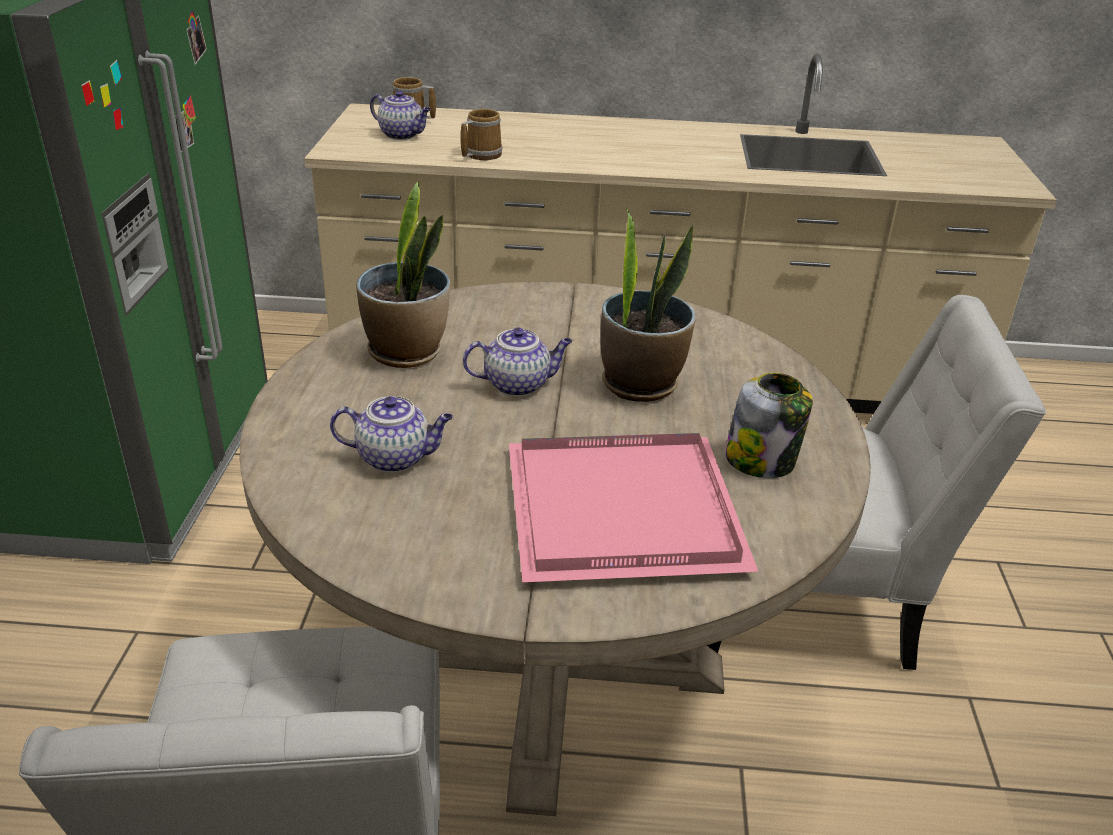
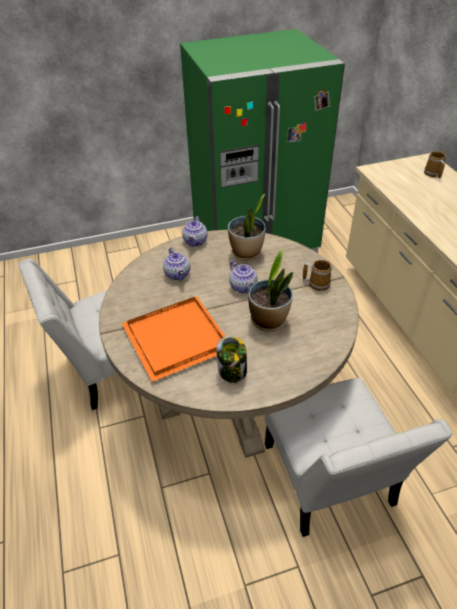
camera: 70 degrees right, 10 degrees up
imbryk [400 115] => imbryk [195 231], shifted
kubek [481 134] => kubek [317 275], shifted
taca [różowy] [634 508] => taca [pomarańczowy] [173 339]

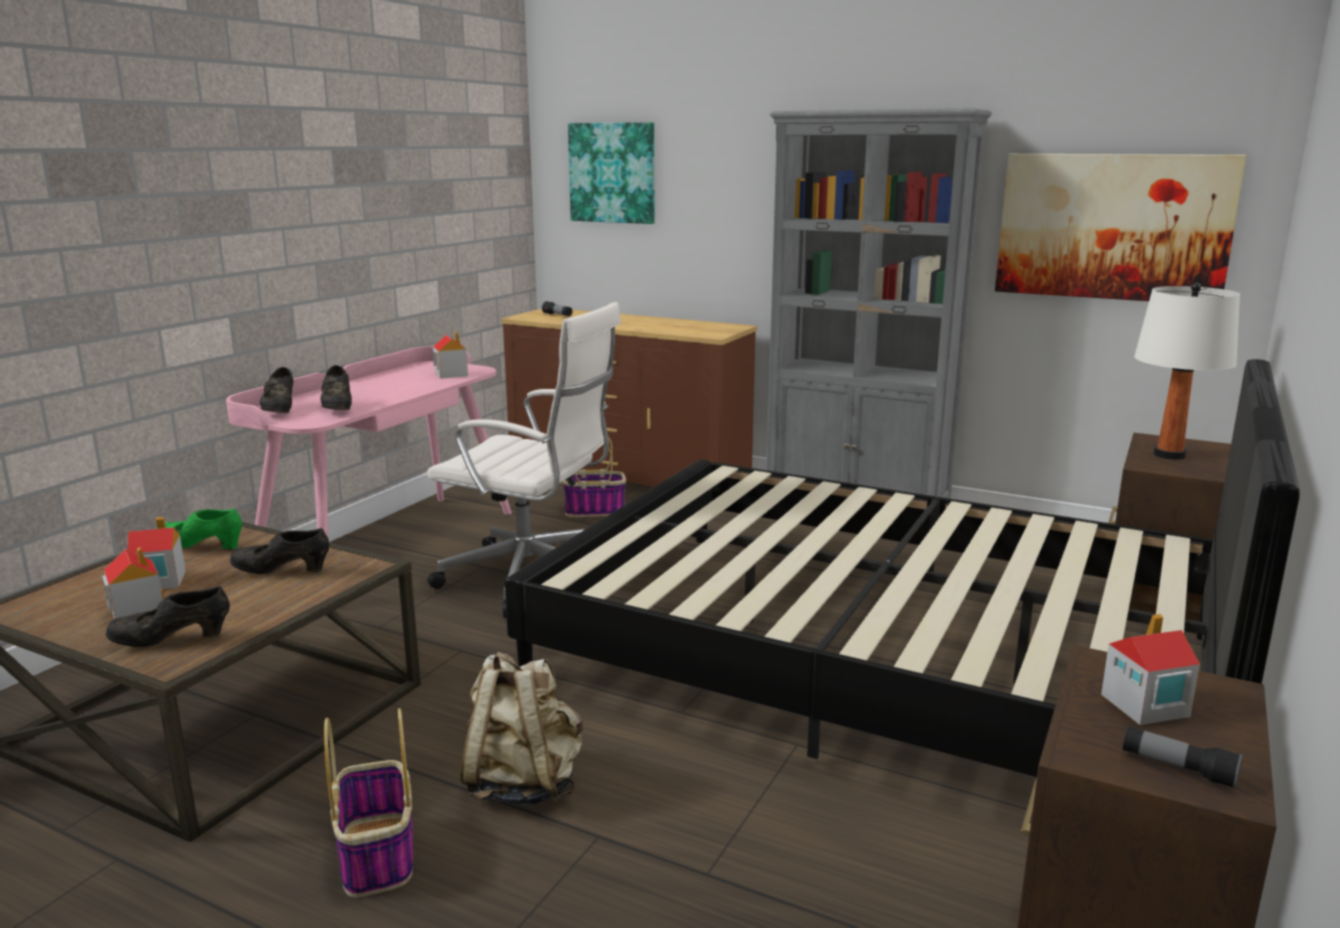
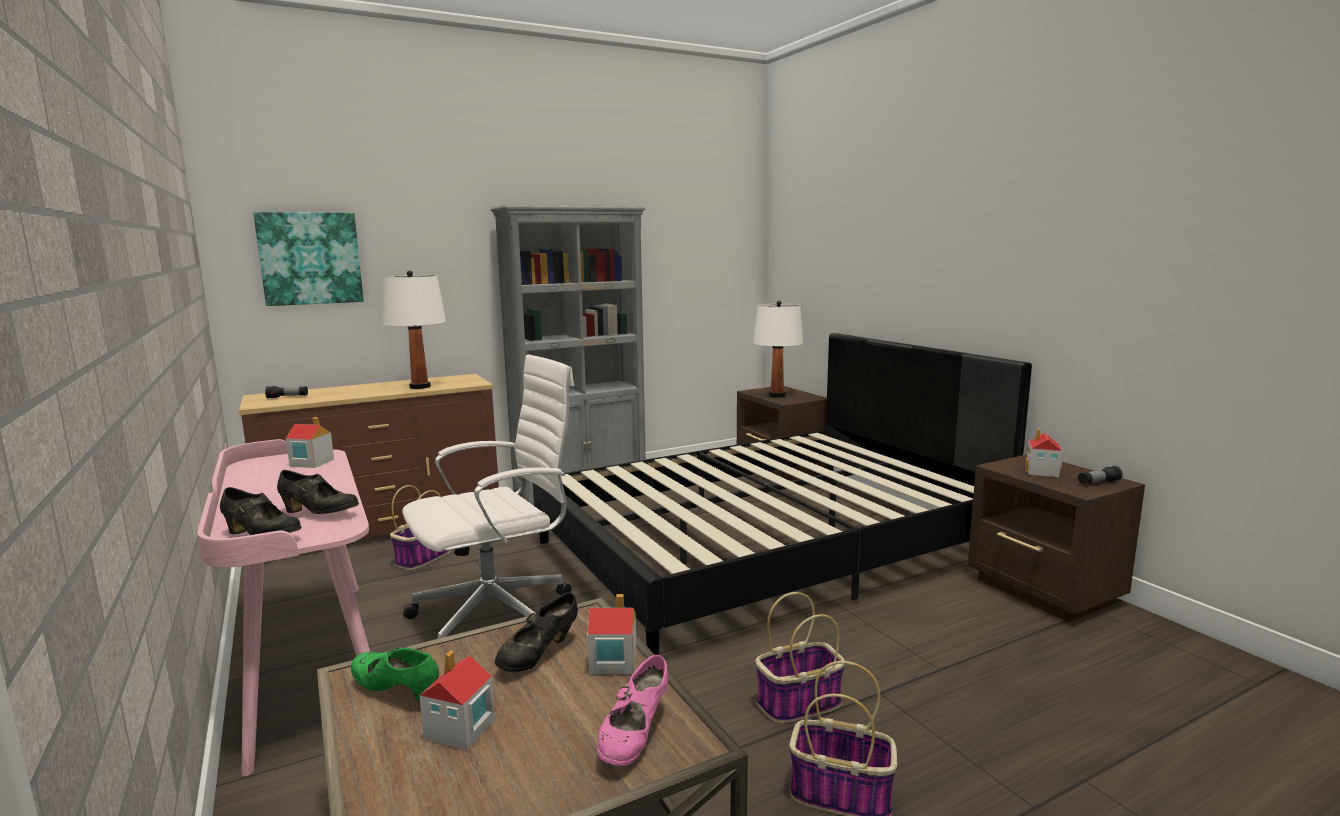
camera: 55 degrees left, 5 degrees down
domek [133 583] => domek [611 634], shifted
but [czarny] [168 616] => but [różowy] [632 710]
but [zielony] [199 529] => but [zielony] [395 674], 75 degrees clockwise
plecak [beżowy] [521 729] => koszyk [800 657]
obraz [1121 227] => nothing
nothing => lampa stołowa [biały] [414 329]

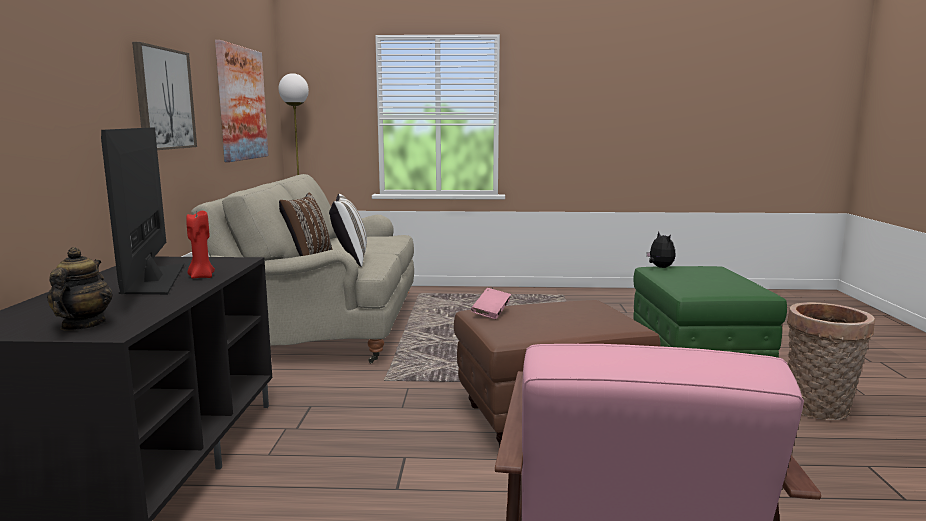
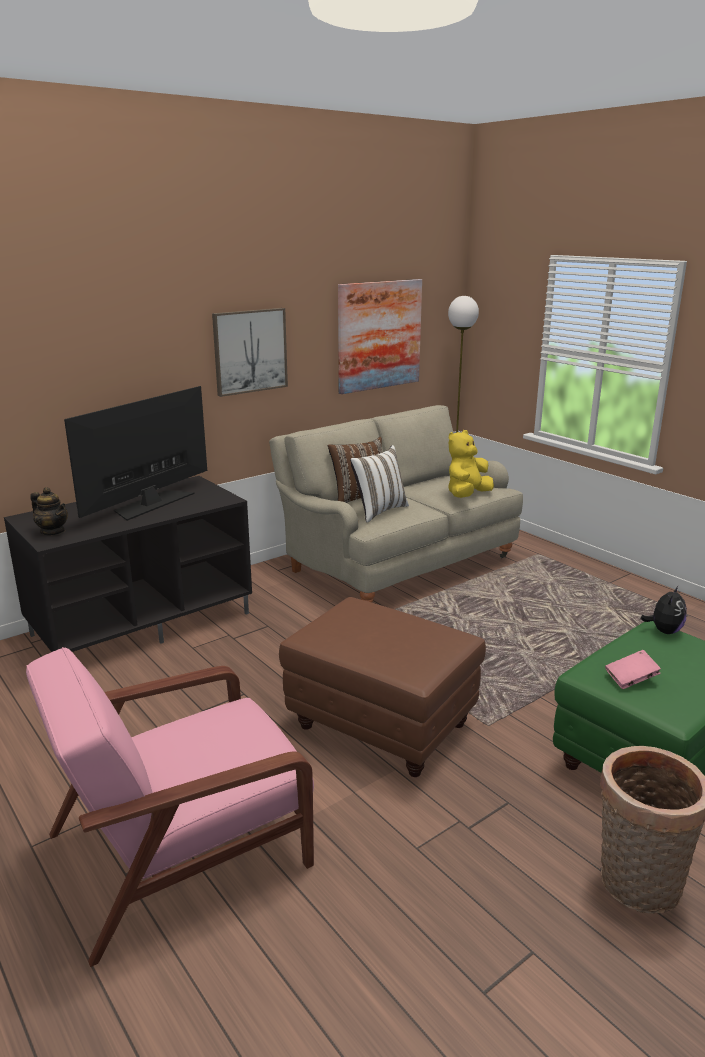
camera: 50 degrees right, 10 degrees up
imbryk [80 289] => imbryk [49 511], 75 degrees clockwise
świeca [czerwony] [200 245] => nothing
książka [różowy] [491 303] => książka [różowy] [633 669], shifted
nothing => pluszak [żółty] [471 464]

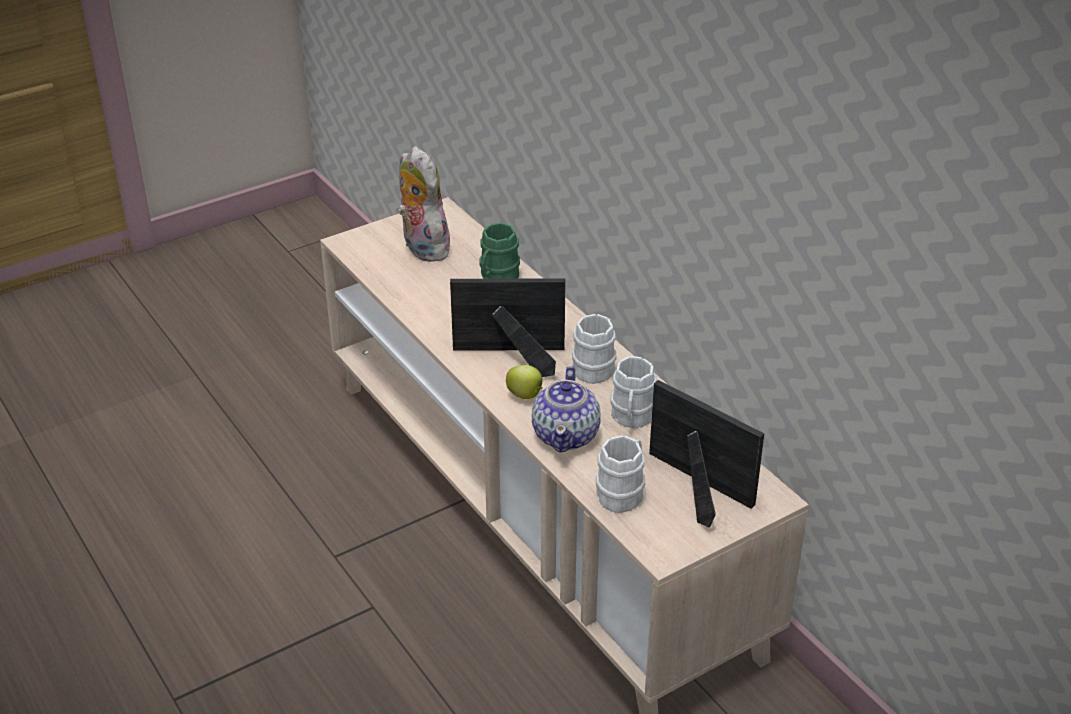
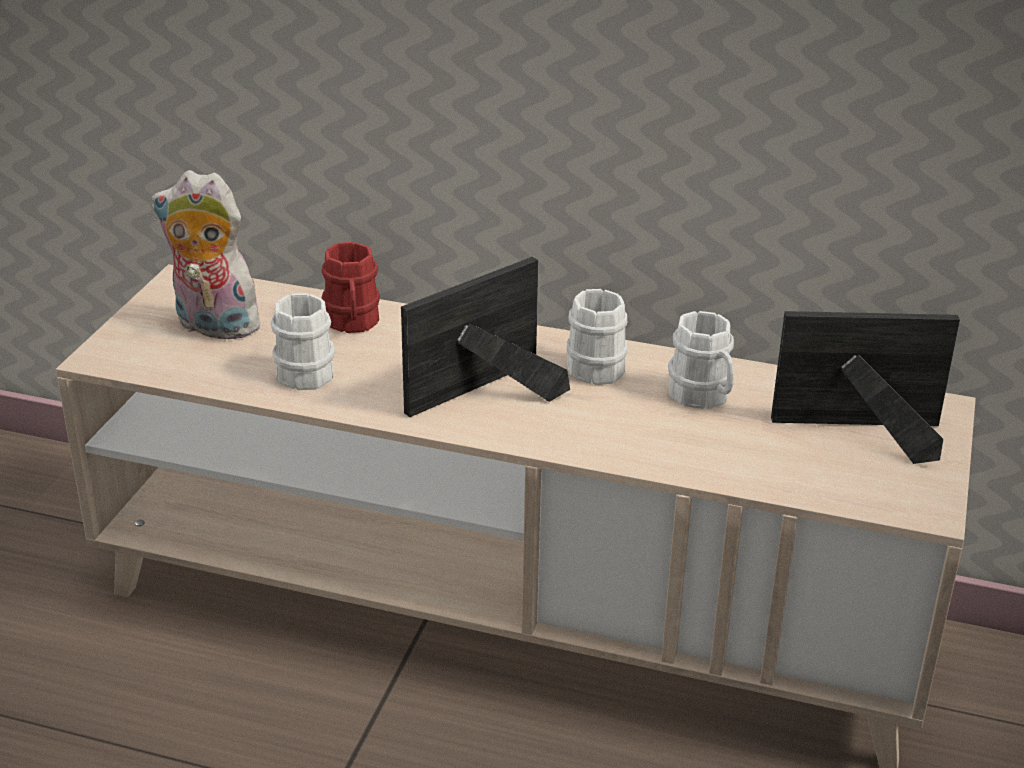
camera: 40 degrees left, 5 degrees down
kubek [zielony] [499 251] => kubek [czerwony] [350 287]
jabłko [524 382] => nothing
imbryk [566 409] => nothing
kubek [biały] [620 474] => kubek [biały] [303 341], shifted

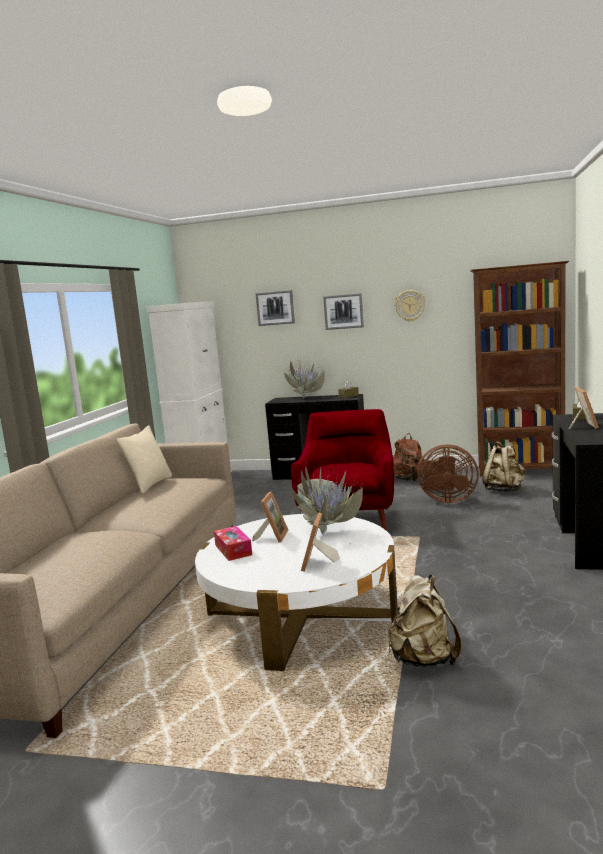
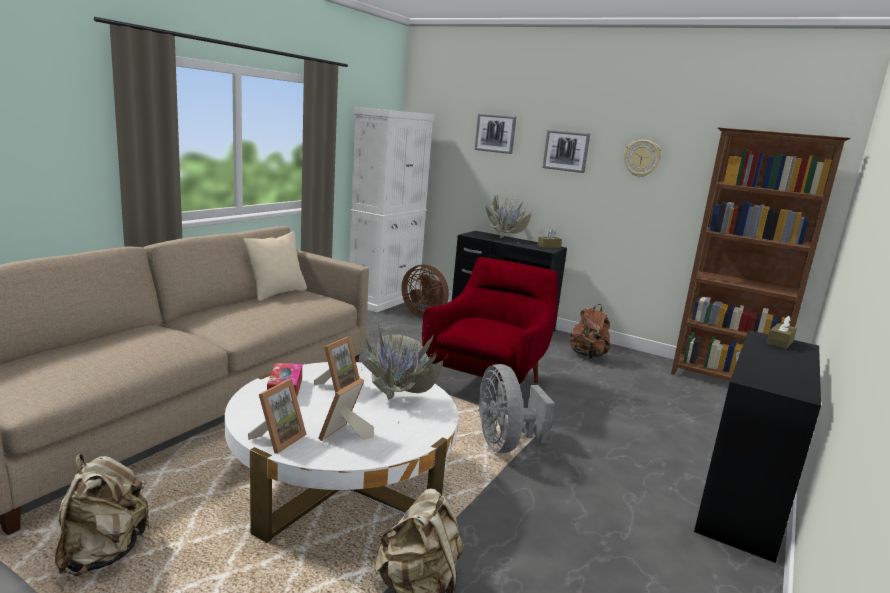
camera: 15 degrees right, 5 degrees up
wentylator [brązowy] [448 473] => wentylator [brązowy] [425 290], shifted
plecak [beżowy] [503 466] => plecak [beżowy] [103 515], shifted
ramka na zdjęcie [584 408] => ramka na zdjęcie [277 416], shifted
nothing => wentylator [szary] [516 408]

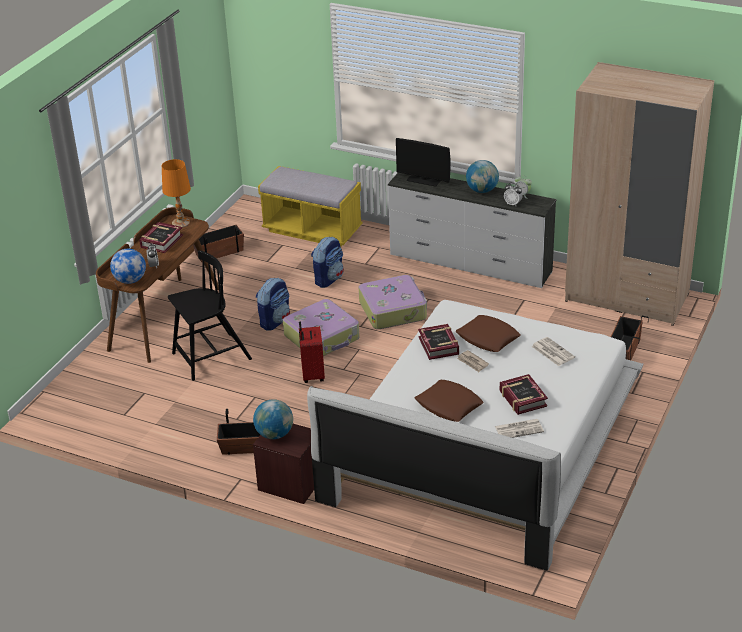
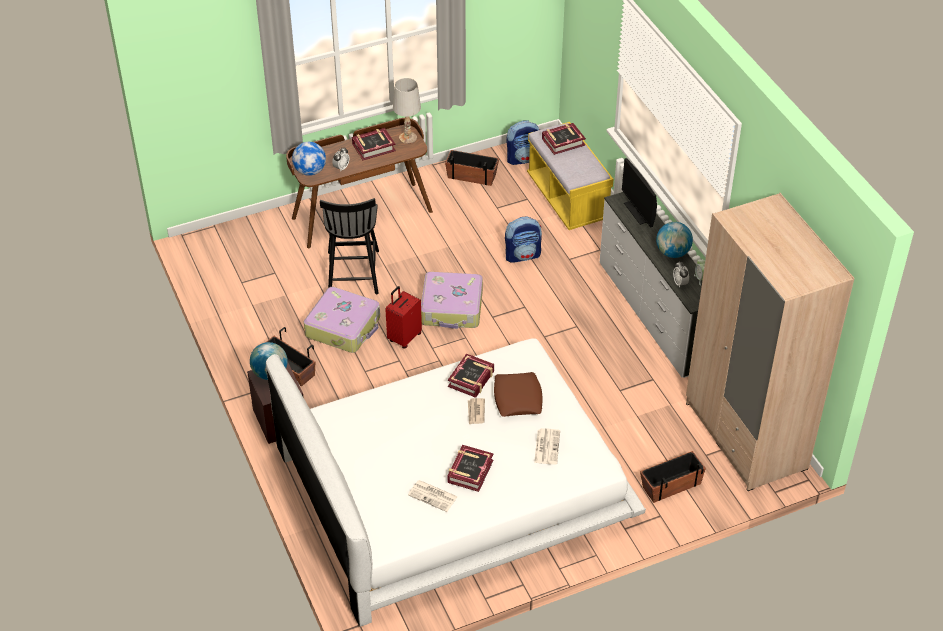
camera: 40 degrees right, 10 degrees up
lampa stołowa [pomarańczowy] [176 193] => lampa stołowa [biały] [407 111]
krzesło [czarny] [210 315] => krzesło [czarny] [349 246], 75 degrees clockwise
plecak [273 304] => plecak [523 143], shifted
walizka [393 302] => walizka [342 320], shifted
poduszka [brązowy] [449 401] => nothing
nothing => książka [564 139]

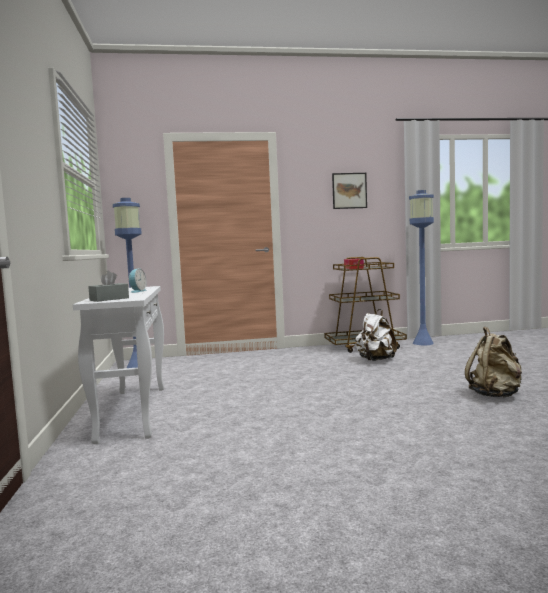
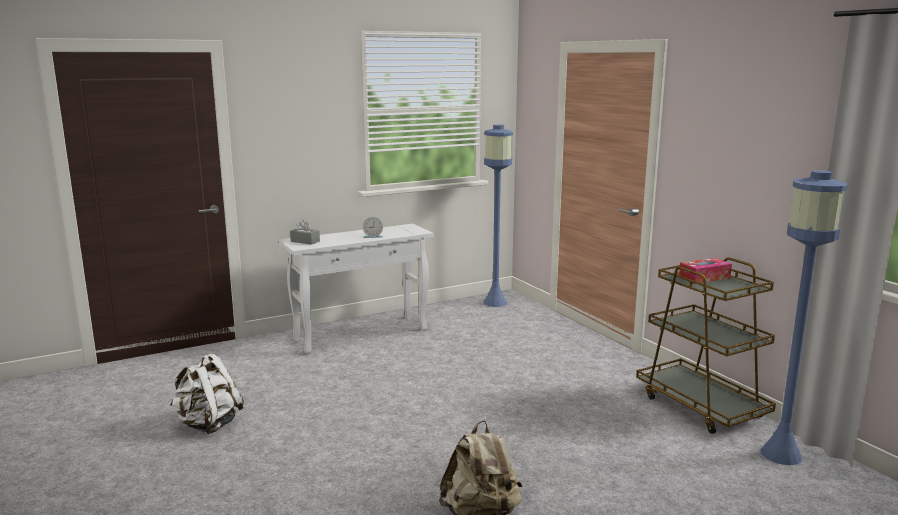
camera: 70 degrees right, 10 degrees up
obraz [349 191] => nothing
plecak [biały] [376 335] => plecak [biały] [207 393], shifted

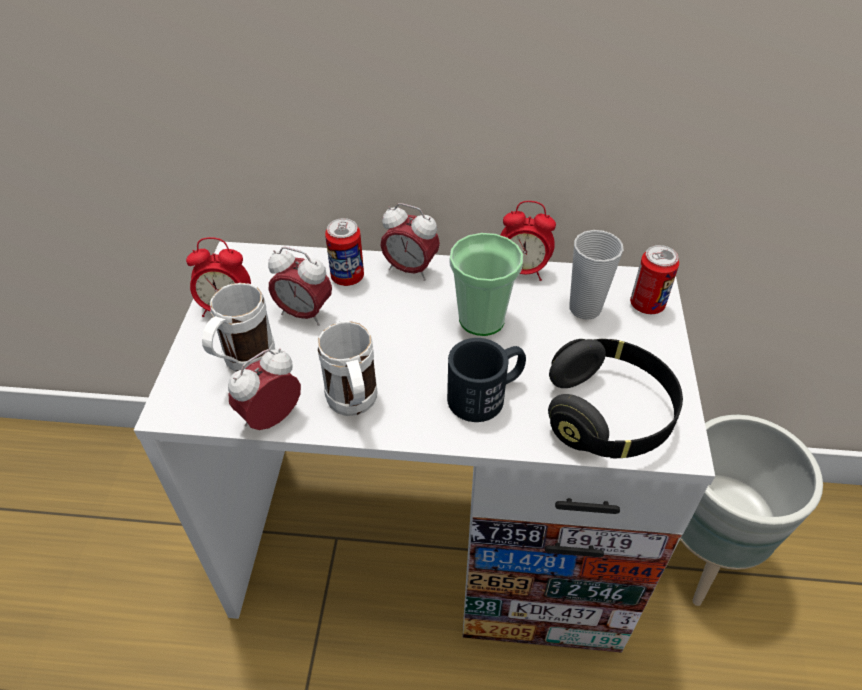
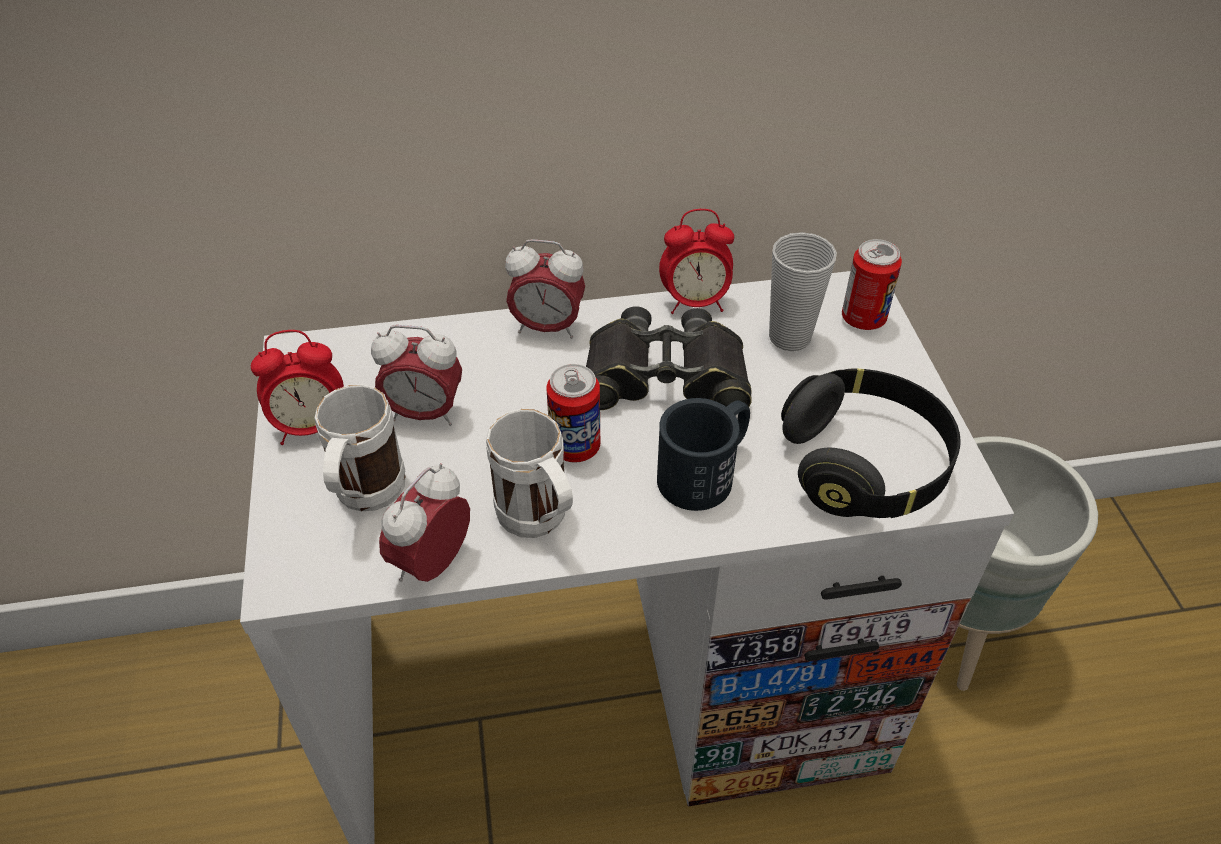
camera: 15 degrees left, 0 degrees up
puszka [344 252] => puszka [573 413], shifted
filiżanka [486 284] => lornetka [czarny] [669 358]

